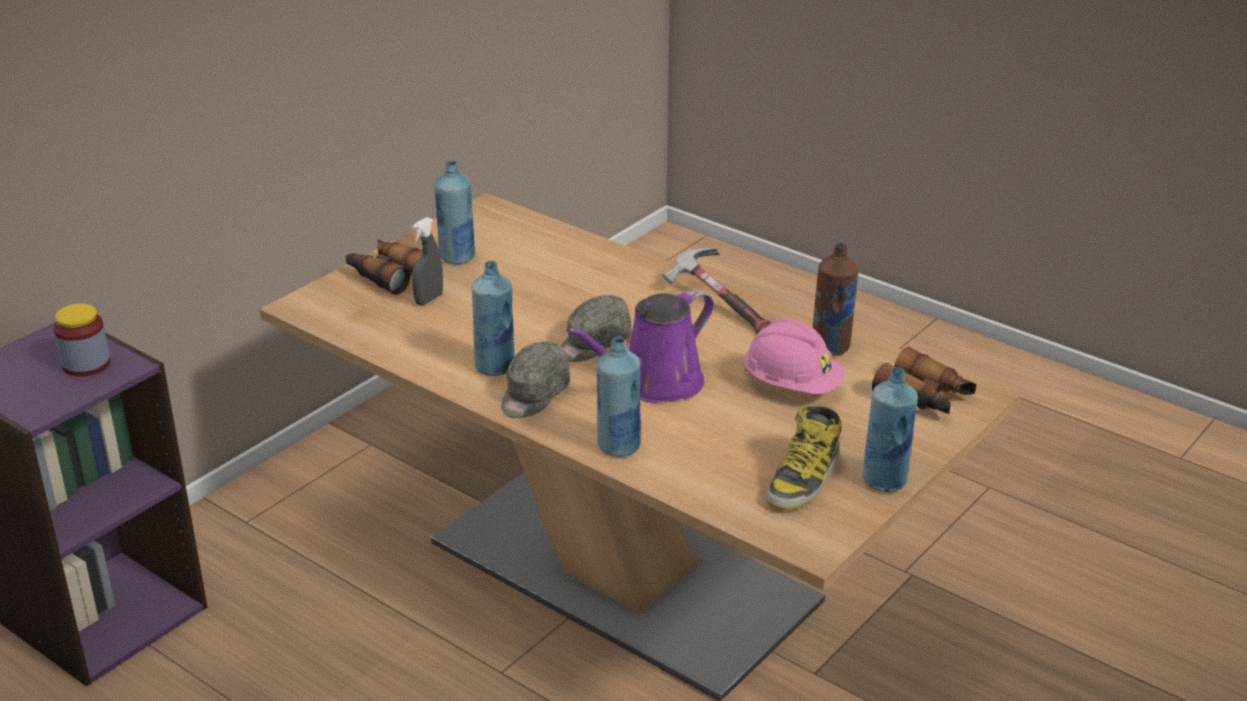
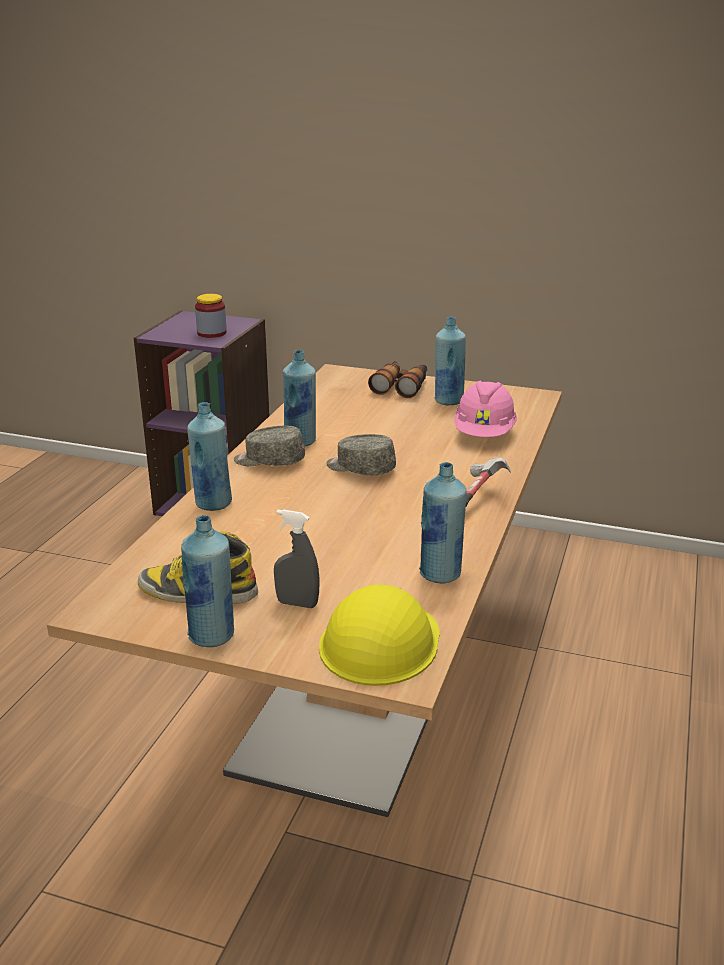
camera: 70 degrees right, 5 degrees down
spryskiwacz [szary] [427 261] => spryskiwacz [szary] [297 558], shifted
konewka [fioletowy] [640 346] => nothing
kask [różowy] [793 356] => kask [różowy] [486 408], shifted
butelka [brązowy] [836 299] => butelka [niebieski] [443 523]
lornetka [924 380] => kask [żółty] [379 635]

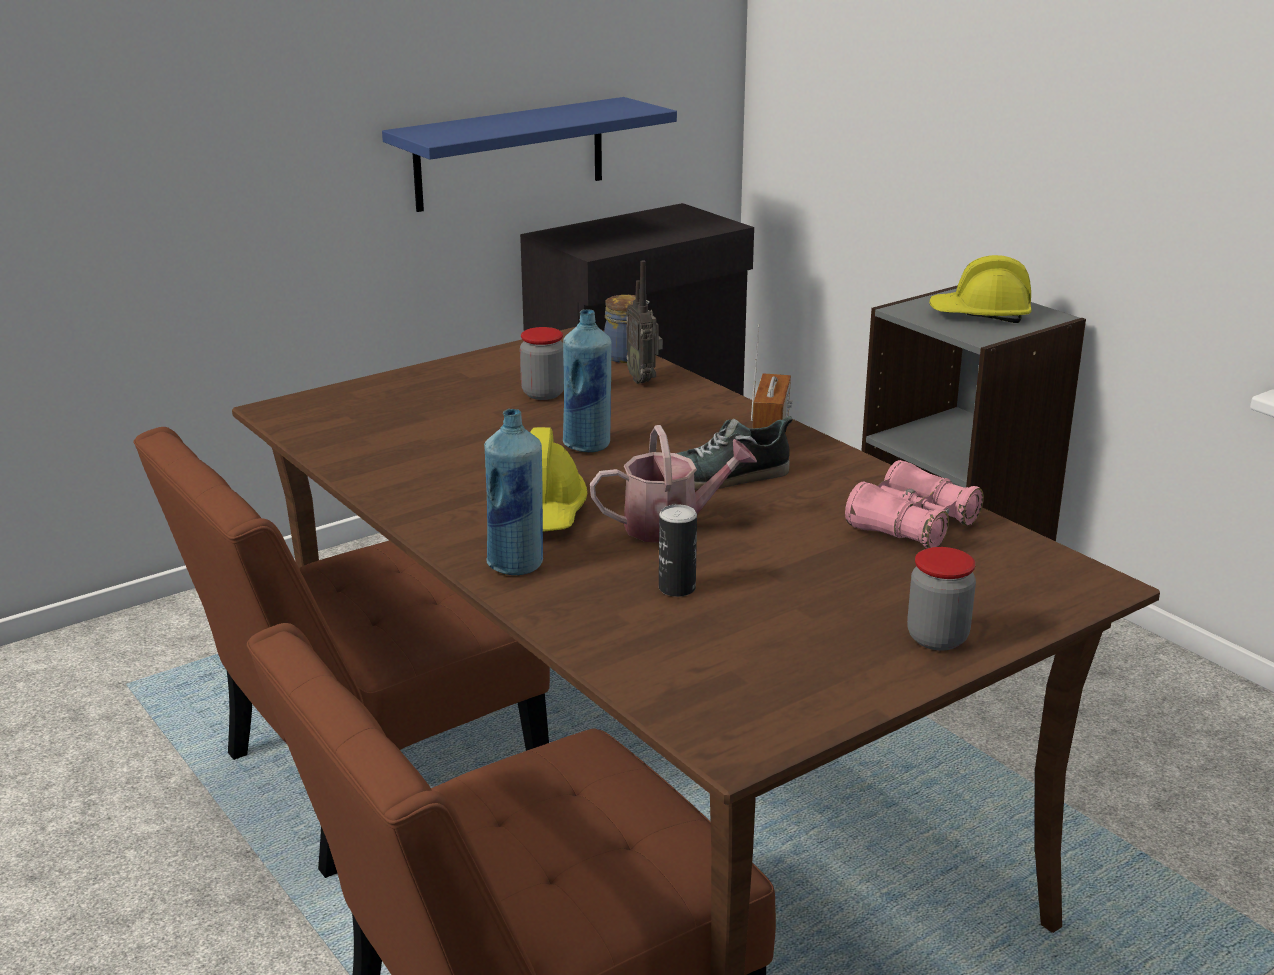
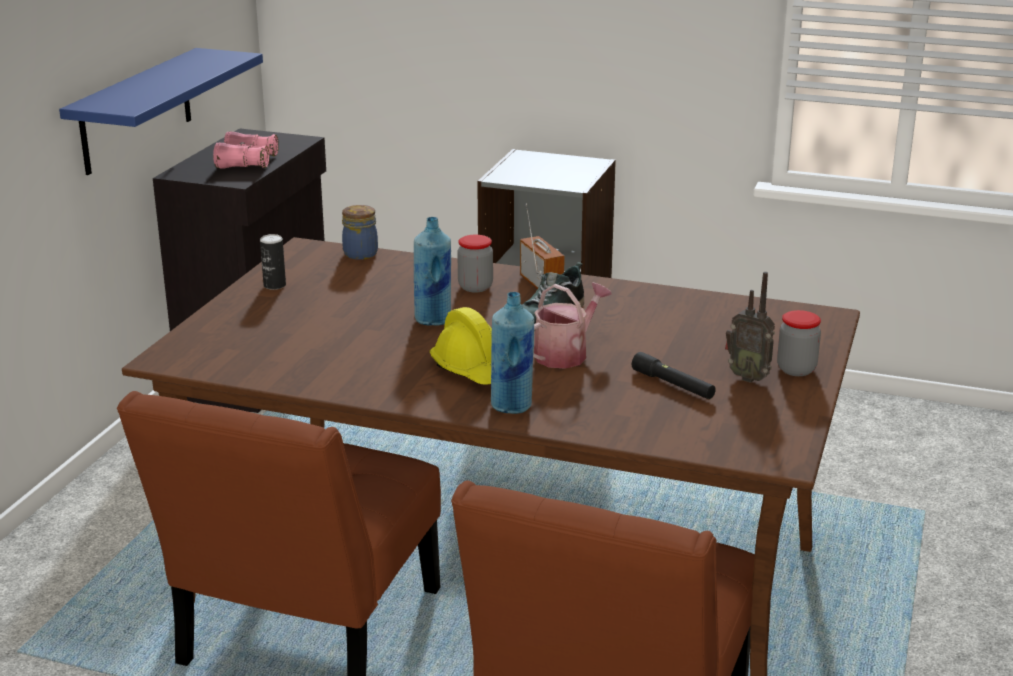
camera: 35 degrees left, 0 degrees up
słoik [542 363] => słoik [475 264], shifted
radio [644 322] => radio [750 327], shifted
puszka [678 550] => puszka [273 262], shifted
lornetka [różowy] [914 504] => lornetka [różowy] [246 149], shifted
kask [żółty] [980 289] => nothing
nothing => latarka [czarny] [674 375]

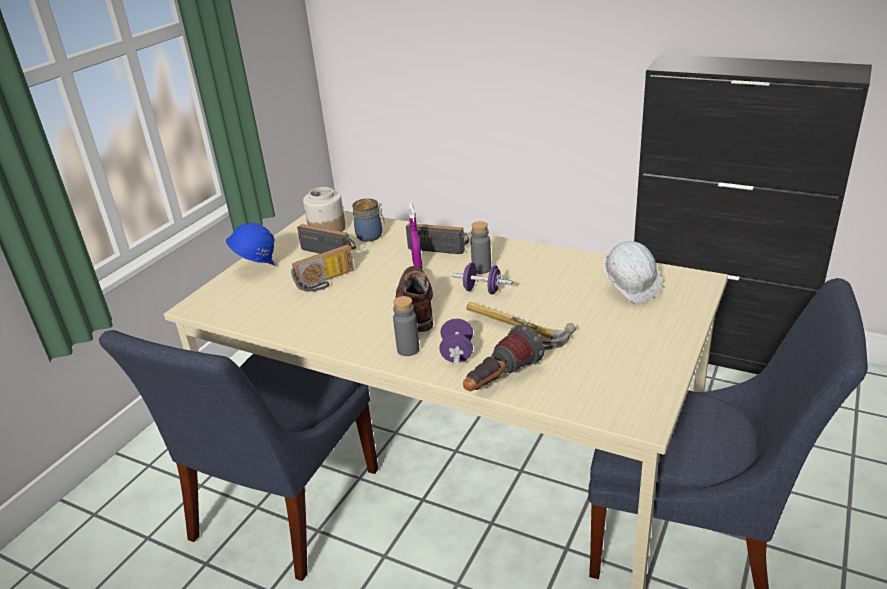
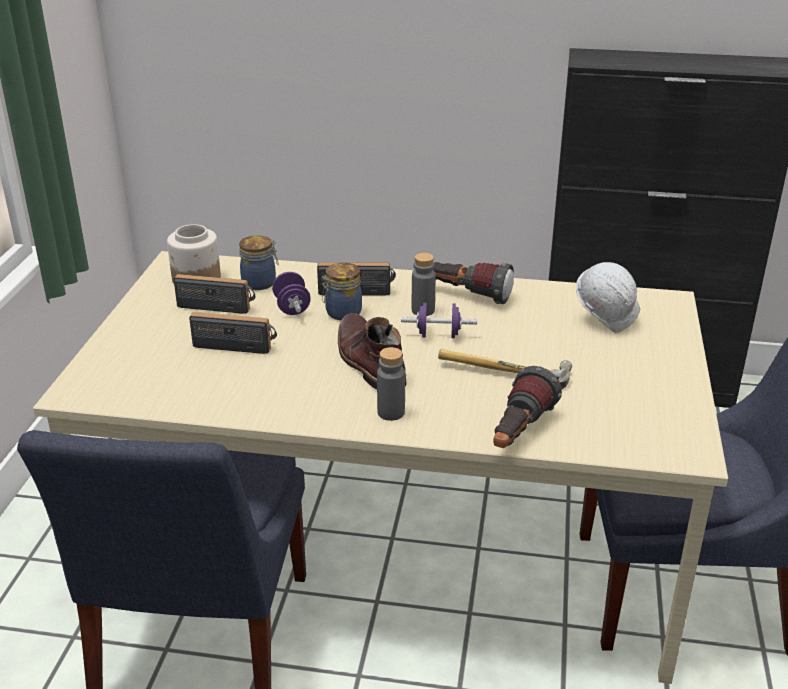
camera: 20 degrees left, 0 degrees up
kask [niebieski] [250 244] => nothing
radio [322 268] => radio [233 333], 120 degrees counterclockwise
spryskiwacz [fioletowy] [415 236] => słoik [342 291]
hantel [fioletowy] [456 341] => hantel [fioletowy] [291 293], shifted
nothing => latarka [473 283]

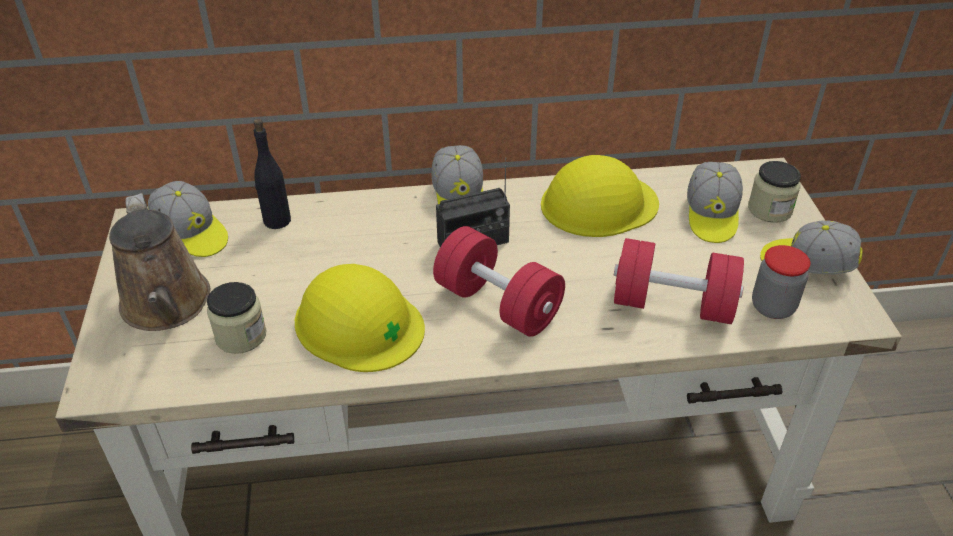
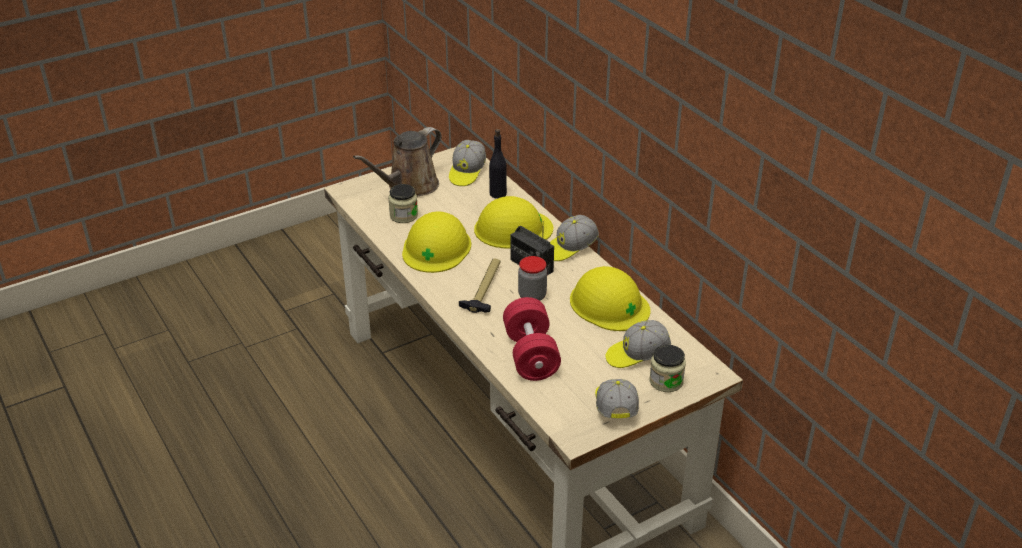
camera: 65 degrees right, 5 degrees down
hantel [czerwony] [499 281] => młotek [479 286]
słoik [781 282] => słoik [532 278], shifted
nothing => kask [żółty] [513 222]

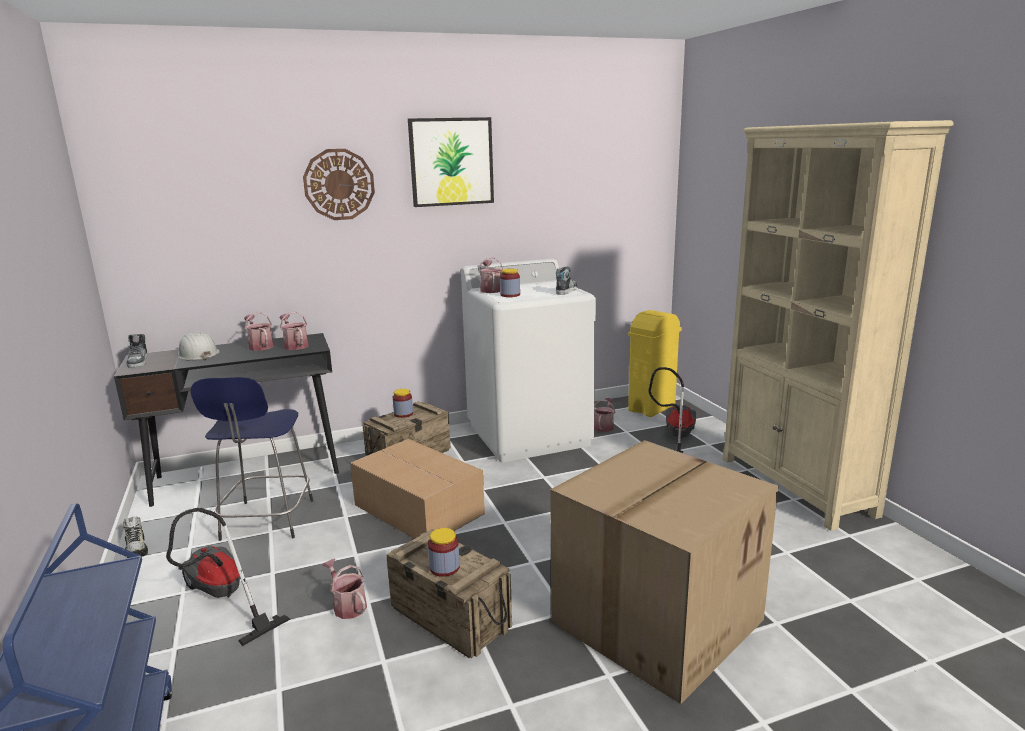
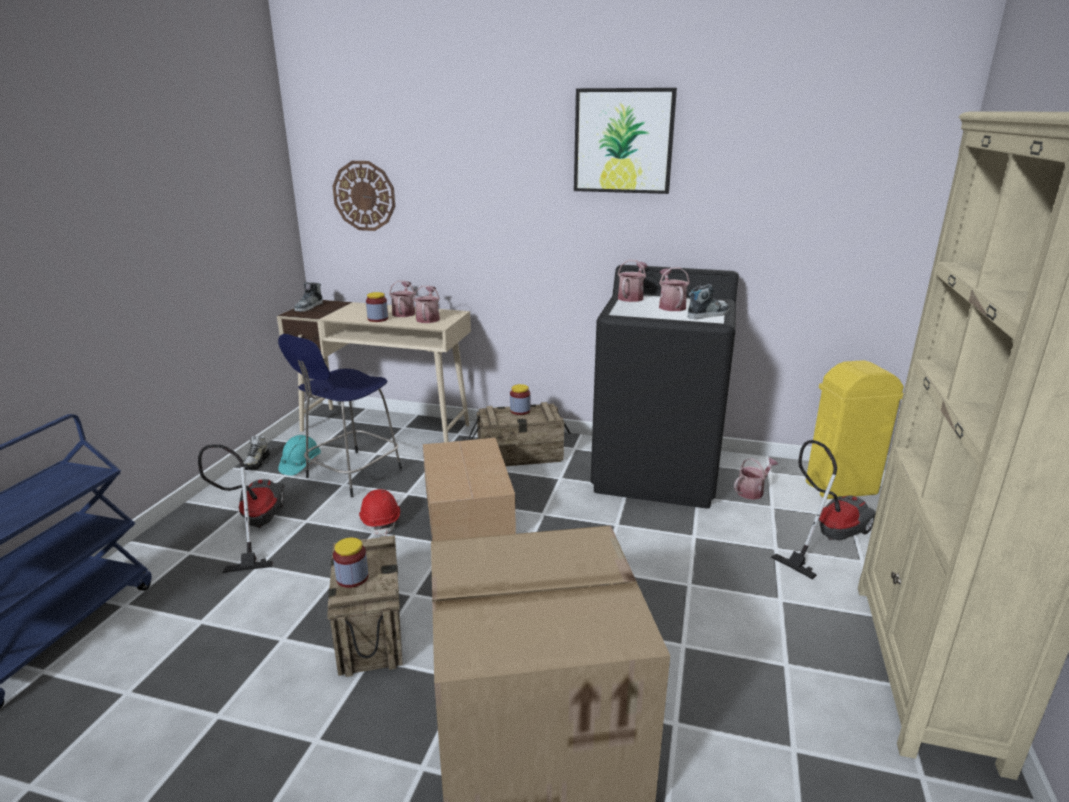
camera: 35 degrees right, 5 degrees up
biurko [czarny] [226 420] => biurko [beżowy] [374 371]
kask [biały] [198 345] => nothing
zegar ścienny [339 184] => zegar ścienny [363 196], shifted
konewka [344 589] => konewka [674 289], shifted
pralka [biały] [528 360] => pralka [czarny] [665 387]
słoik [510 283] => słoik [377 307], shifted
nothing => kask [turkusowy] [299 455]
nothing => kask [czerwony] [379 512]

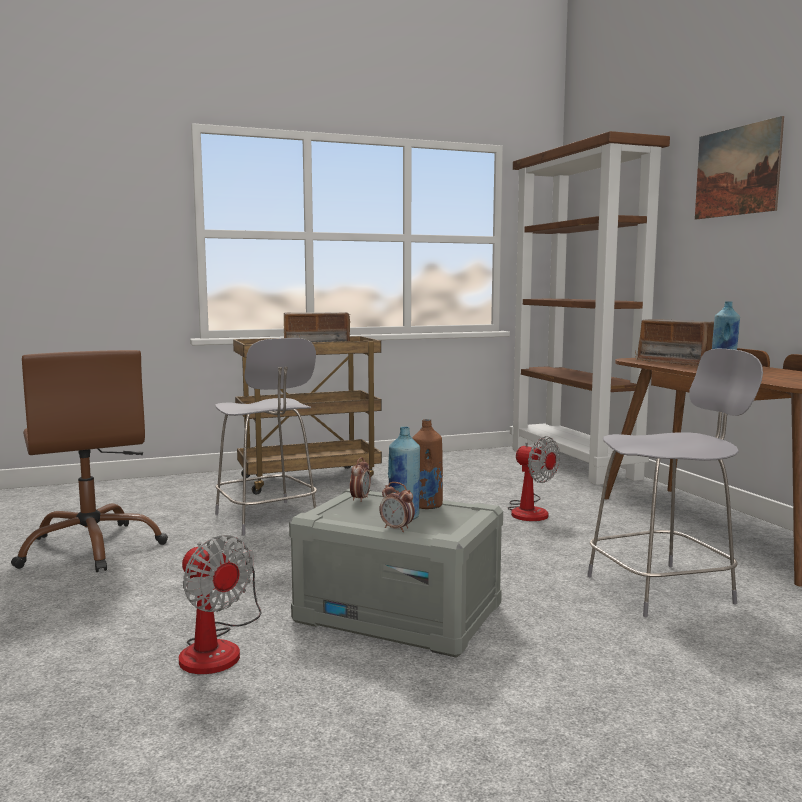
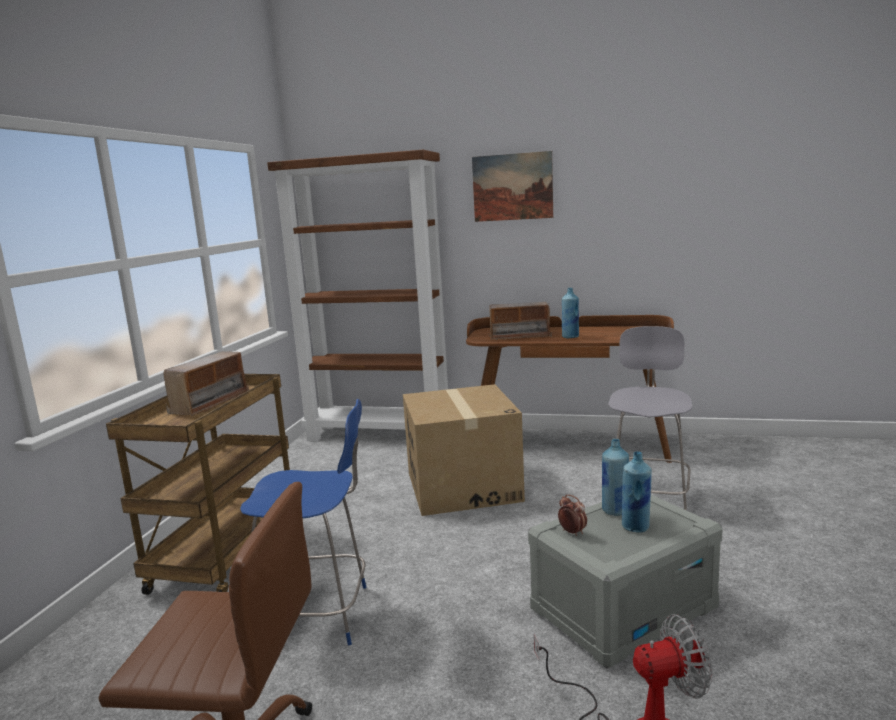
camera: 55 degrees left, 5 degrees up
krzesło [szary] [266 437] => krzesło [niebieski] [303 522]
budzik [397 507] => nothing
butelka [brązowy] [427 464] => butelka [niebieski] [615 477]
wentylator [533 478] => karton [464 450]

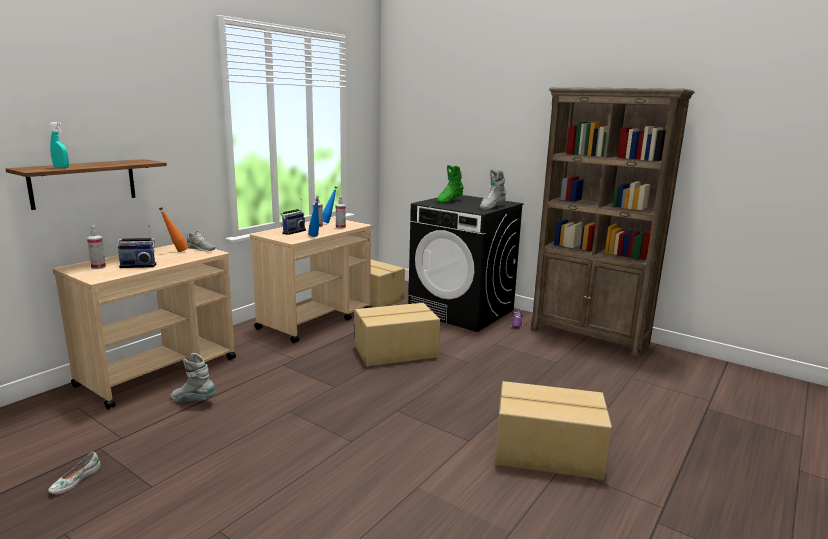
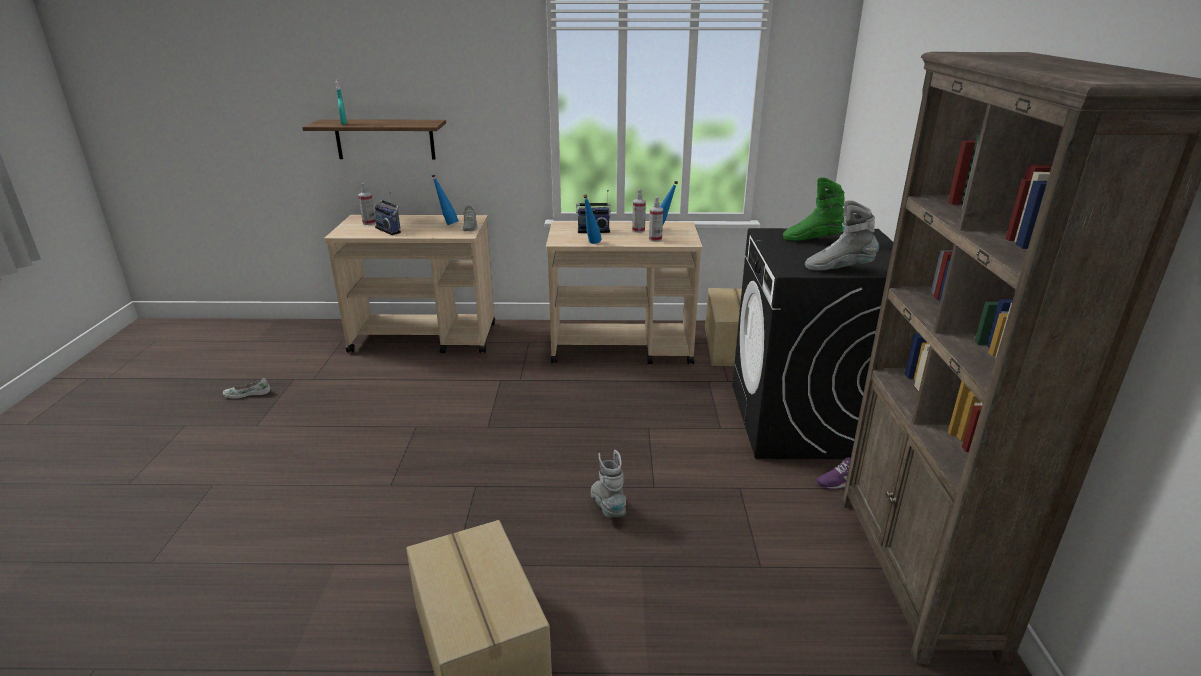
camera: 55 degrees right, 10 degrees up
butelka [pomarańczowy] [174 229] => butelka [niebieski] [445 200]
but z cholewką [szary] [193 377] => but z cholewką [szary] [608 483], shifted
karton [397 334] => nothing

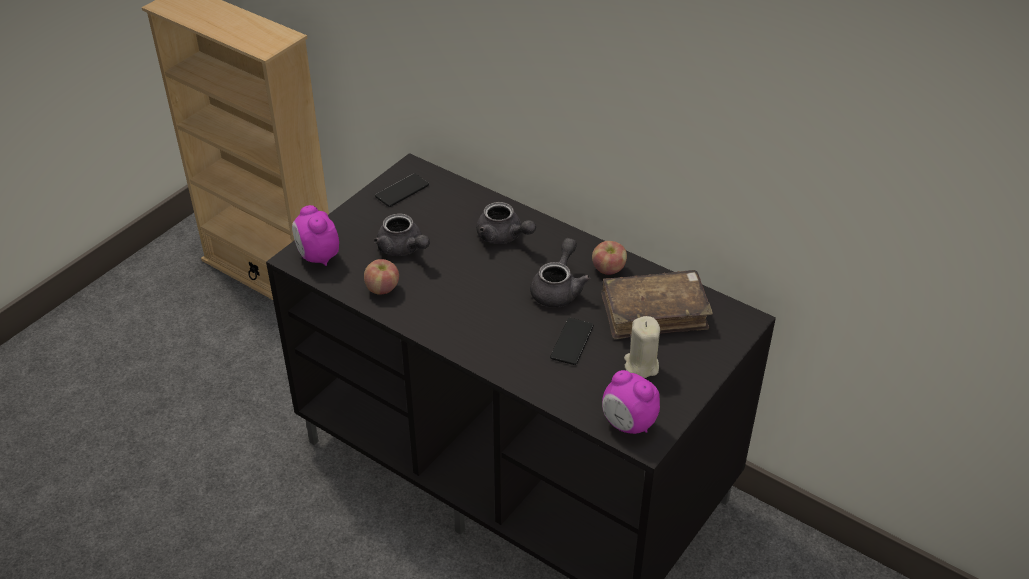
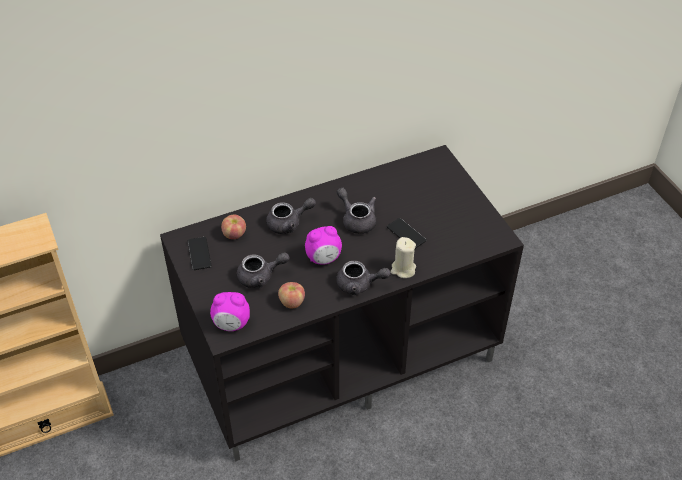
camera: 60 degrees left, 5 degrees up
jabłko [609 258] => jabłko [233 226], shifted
książka [brązowy] [657 304] => nothing
budzik [631 402] => budzik [323 245], shifted
świeca [beżowy] [642 347] => świeca [beżowy] [403 257], shifted
nothing => imbryk [szary] [363 278]

